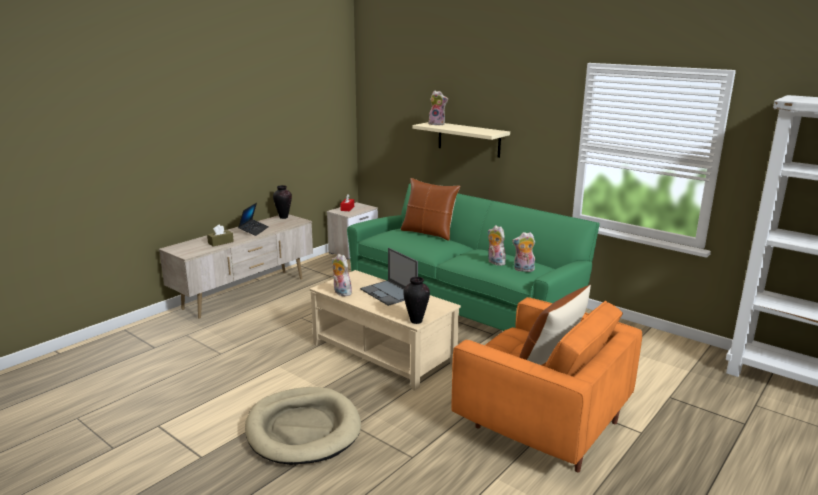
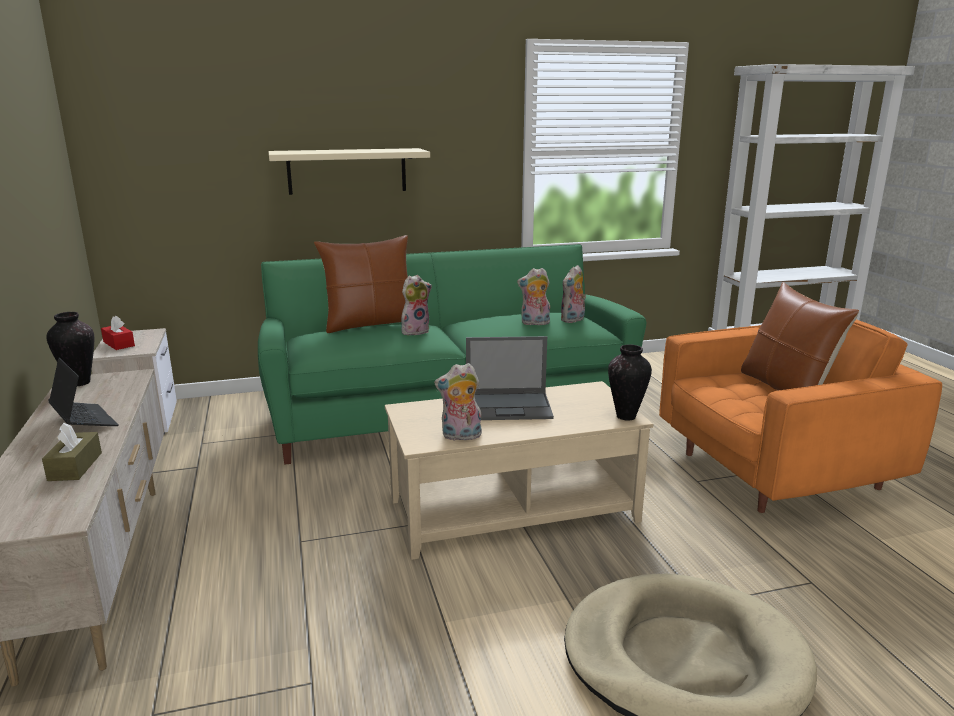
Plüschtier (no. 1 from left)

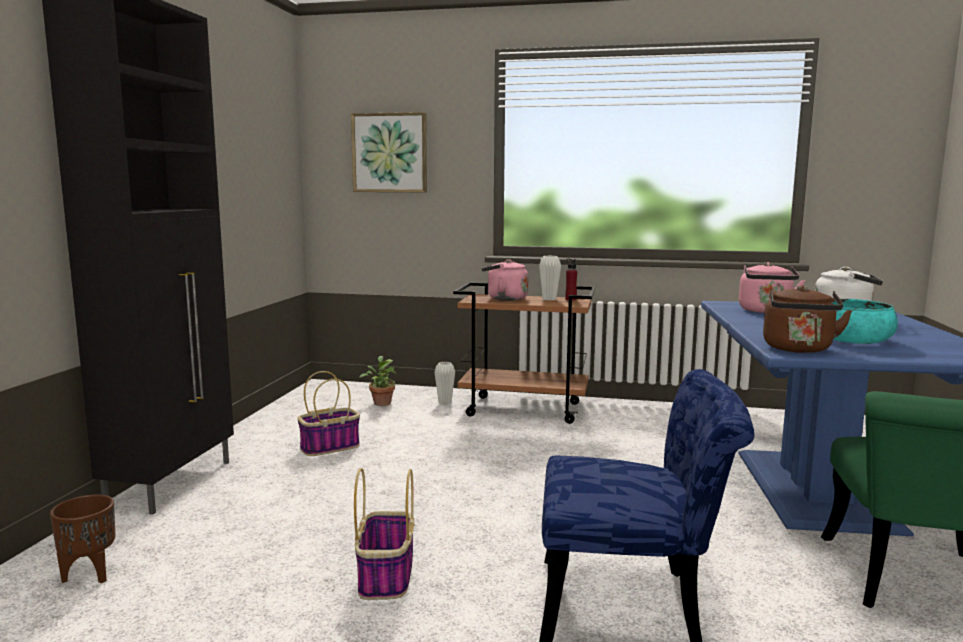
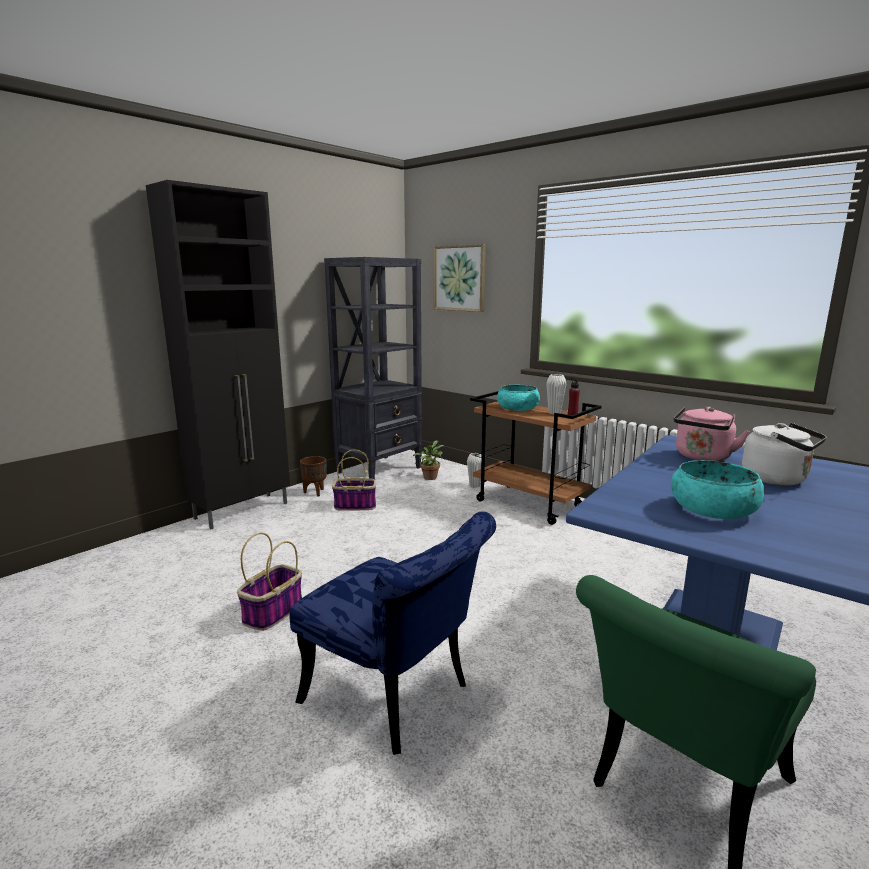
Pflanzkübel [braun]
Bücherregal [schwarz]
Schüssel [türkis] (no. 1 from left)
Wasserkessel [braun]

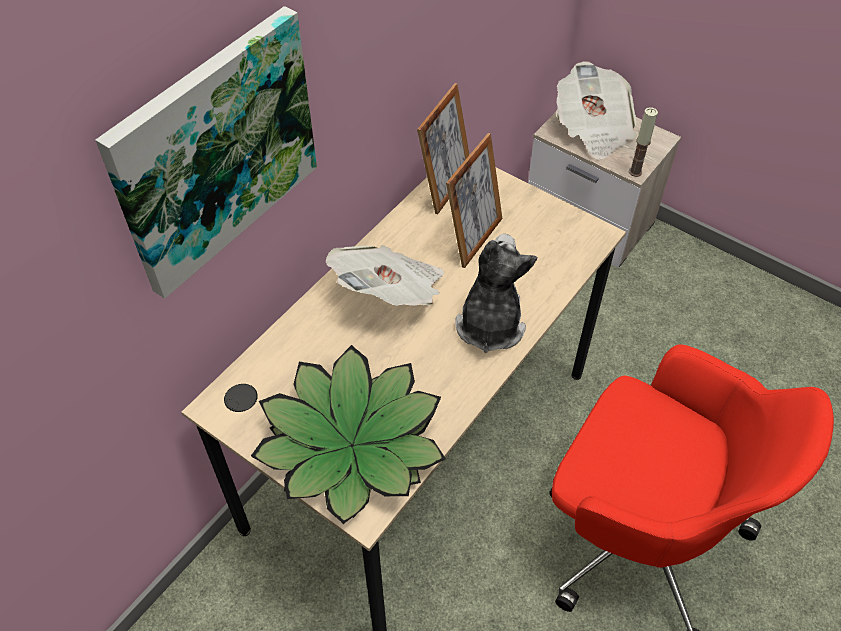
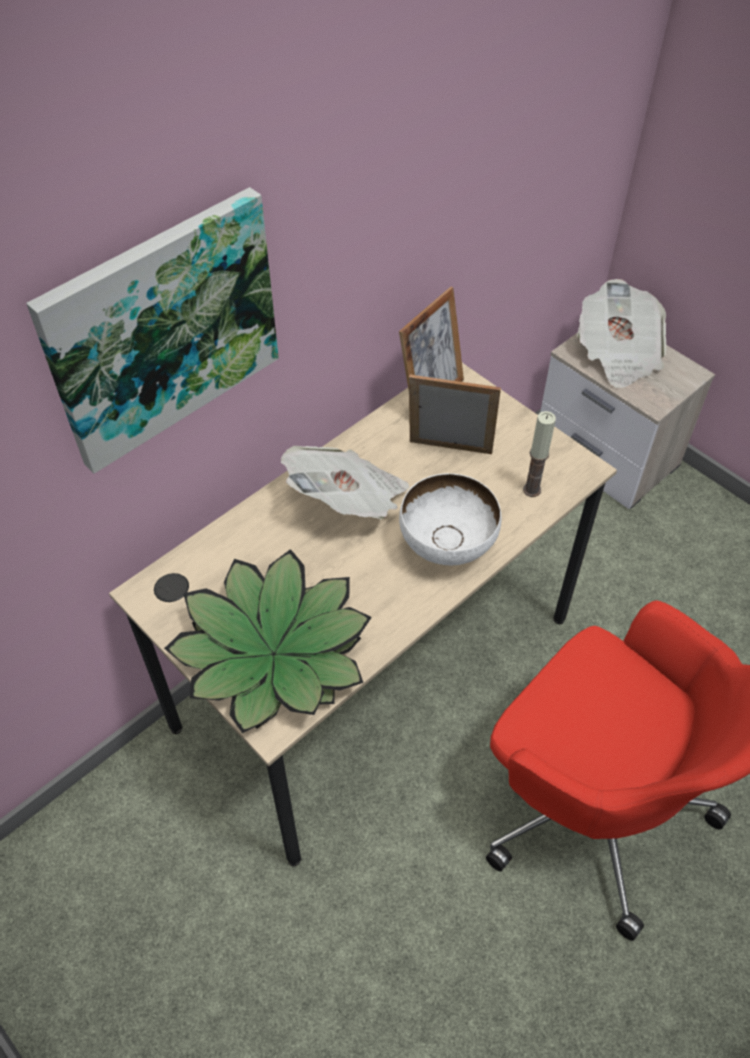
Schüssel [weiß]
Bilderrahmen (no. 2 from left)
Kerze

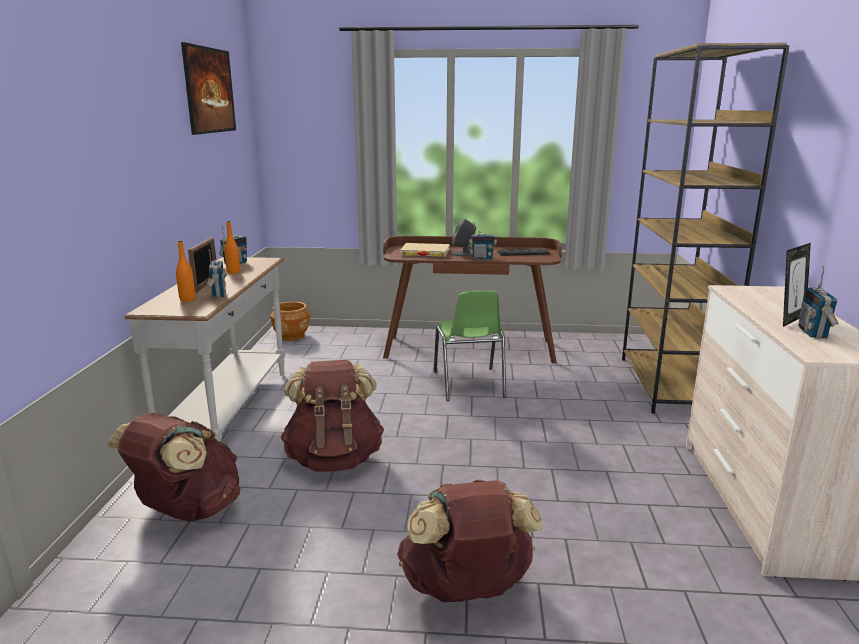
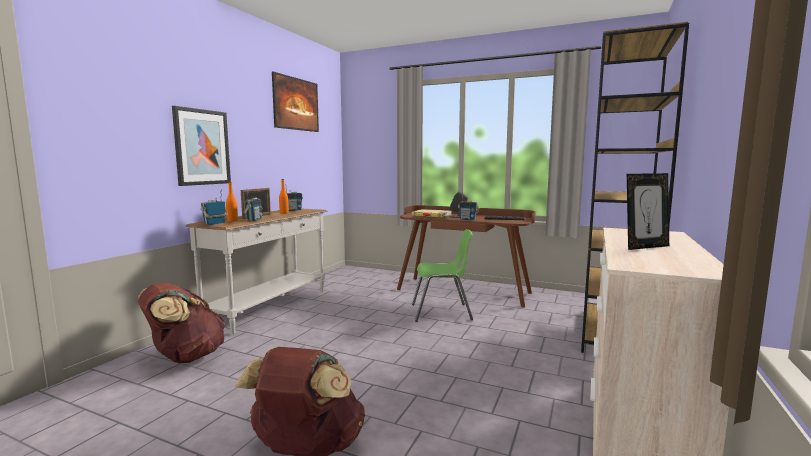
Bild (no. 1 from left)
Radio (no. 1 from left)
Stuhl [grün]
Pflanzkübel [braun]
Rucksack [braun] (no. 2 from left in the first image)

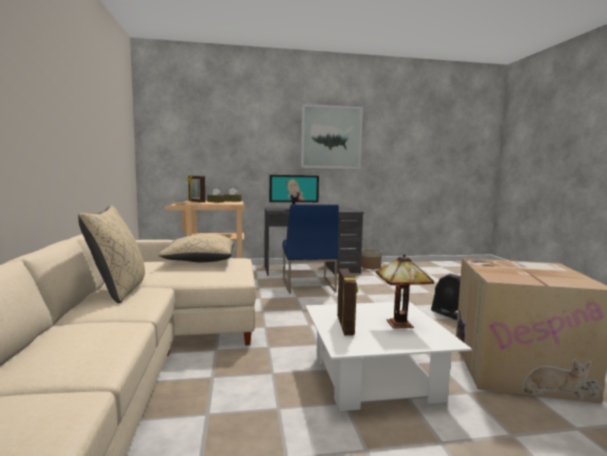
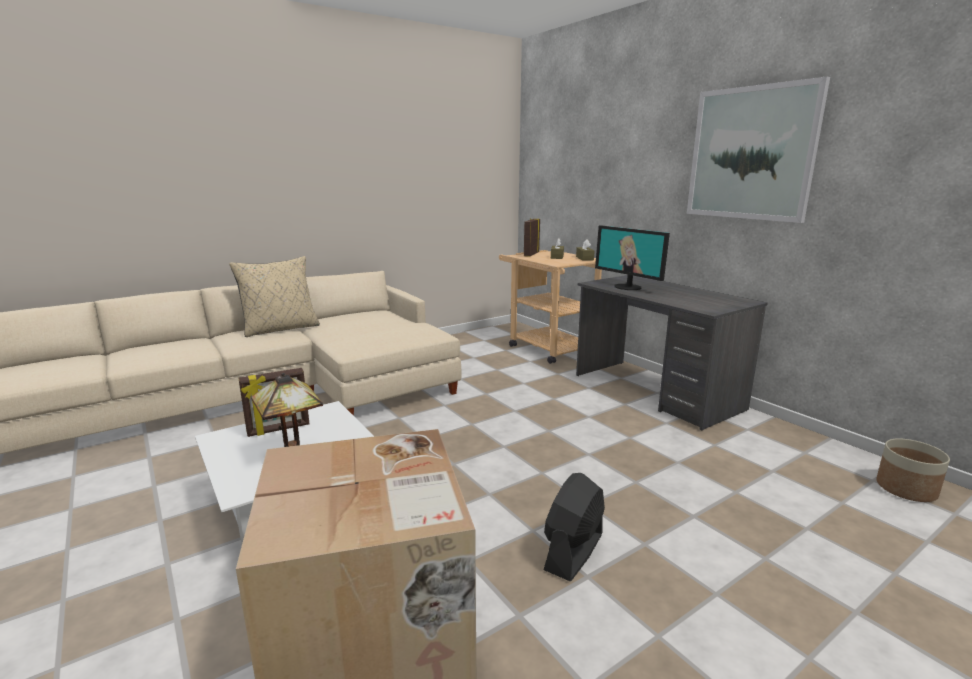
Pflanzkübel
Kissen [beige] (no. 2 from left in the first image)
Stuhl [blau]

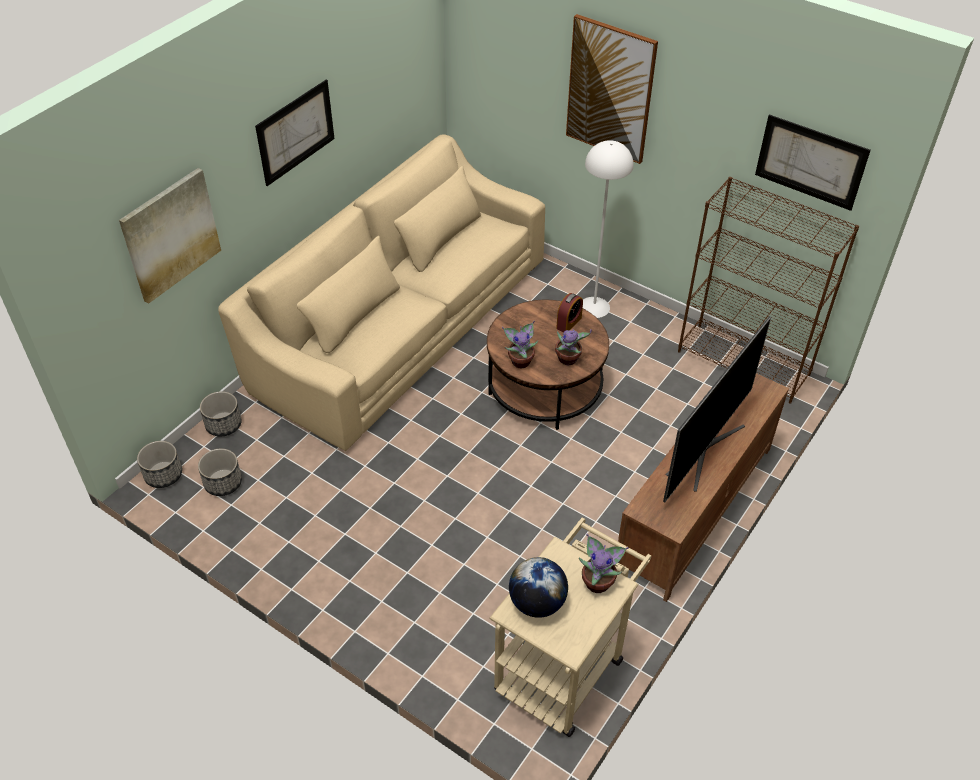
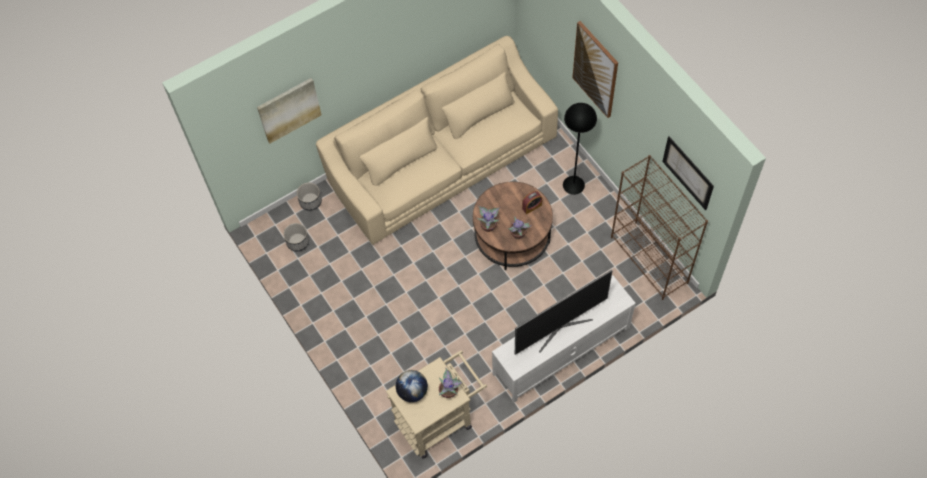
Fernsehschrank [weiß]
Stehlampe [schwarz]
Pflanzkübel (no. 1 from left in the first image)
Bild (no. 2 from left in the first image)

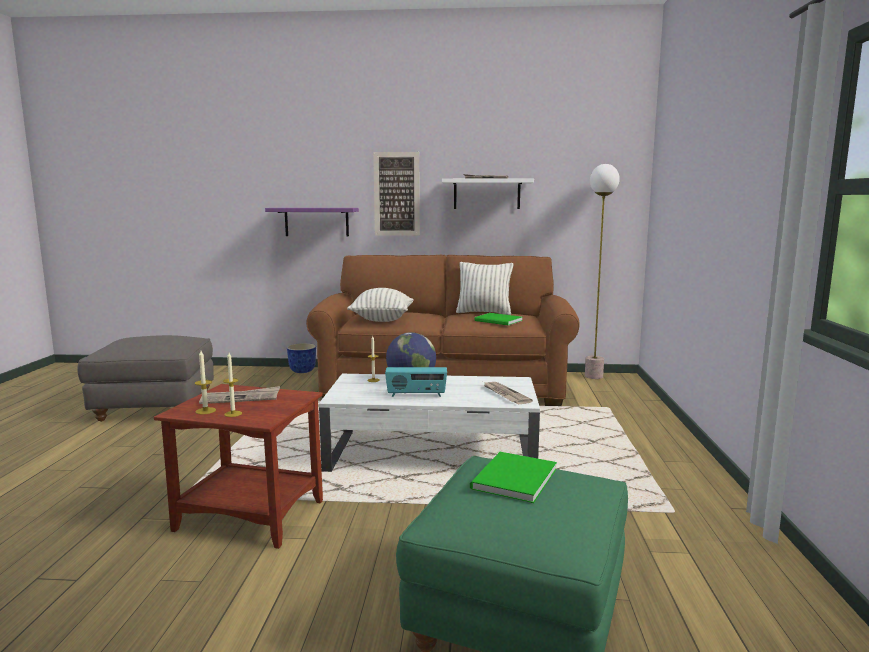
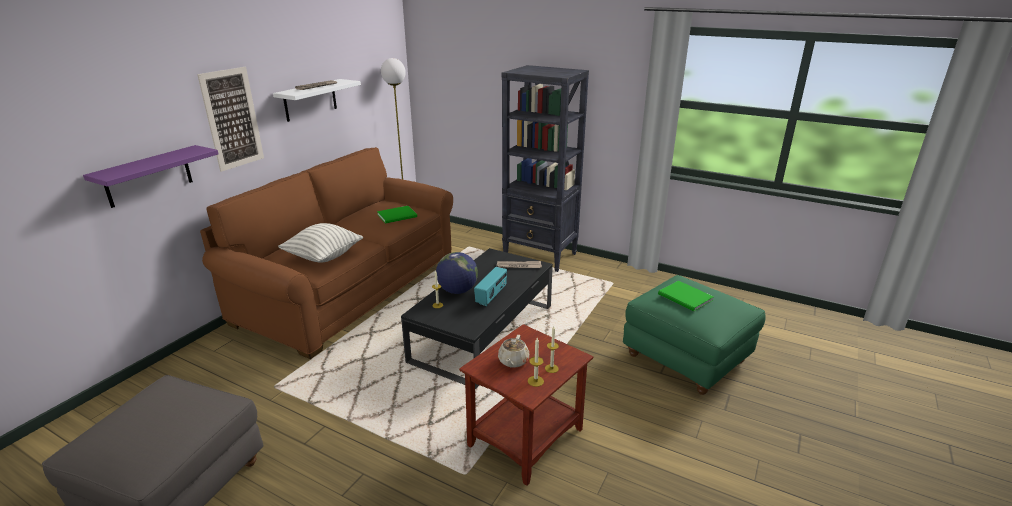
Couchtisch [schwarz]
Teekanne [beige]
Bücherregal [schwarz]
Pflanzkübel
Kissen (no. 2 from left in the first image)

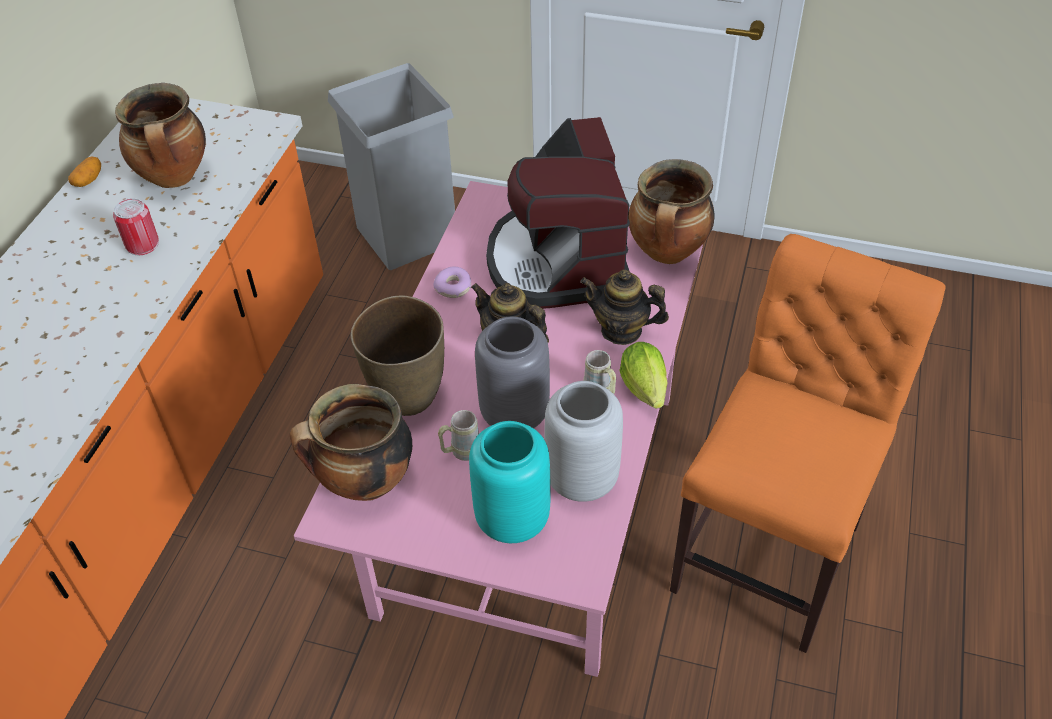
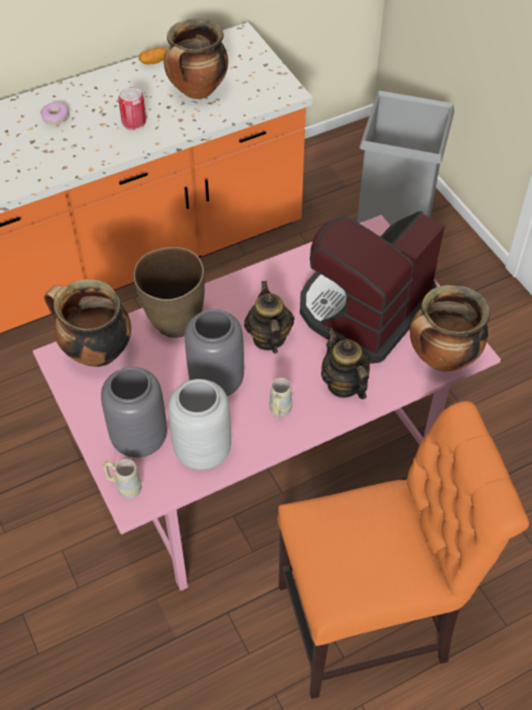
Donut
Vase [grau] (no. 1 from left)
Henkelbecher [beige] (no. 1 from left)
Salatkopf

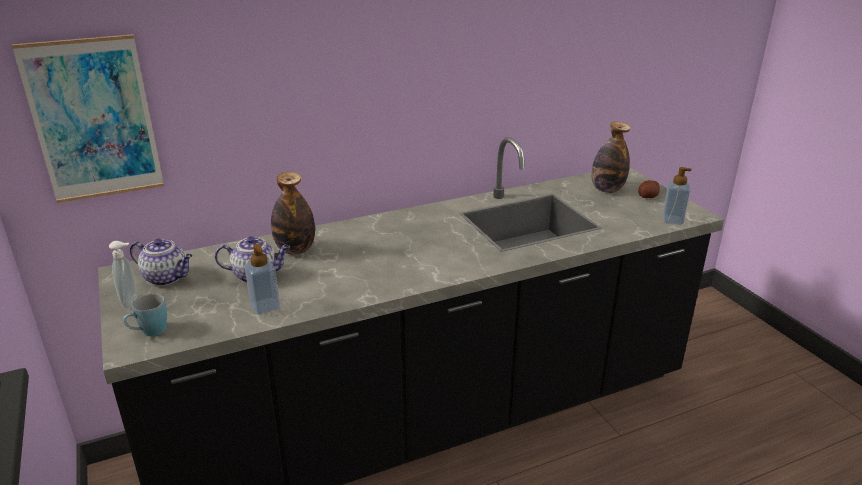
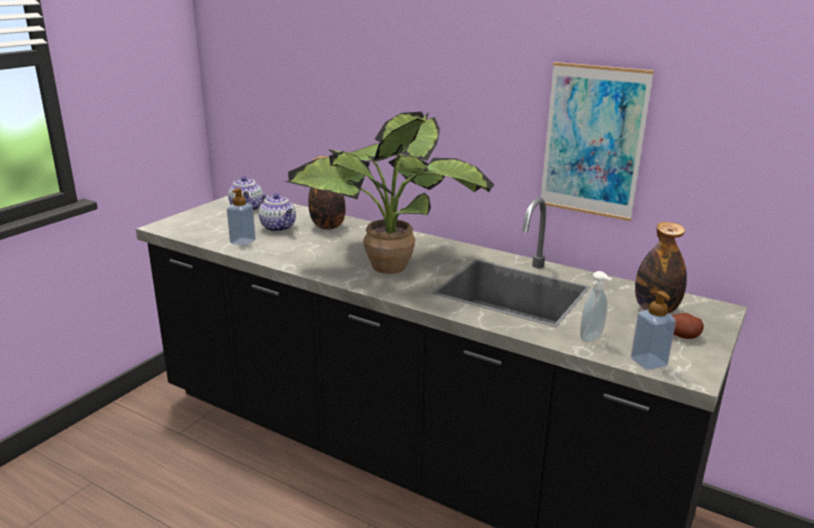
Topfpflanze
Bild
Seifenspender (no. 2 from left)
Henkelbecher [blau]

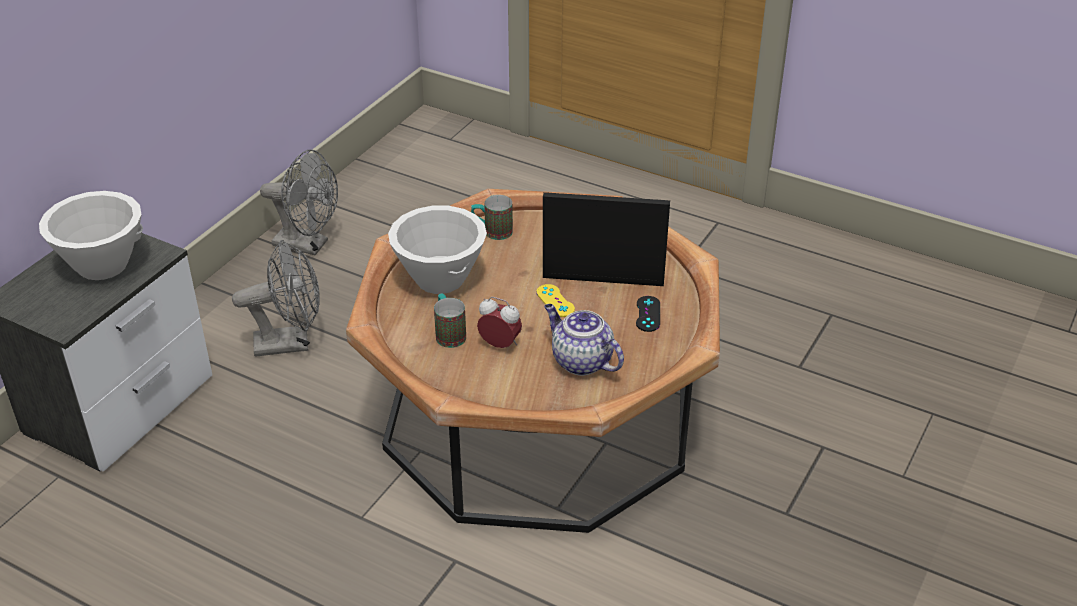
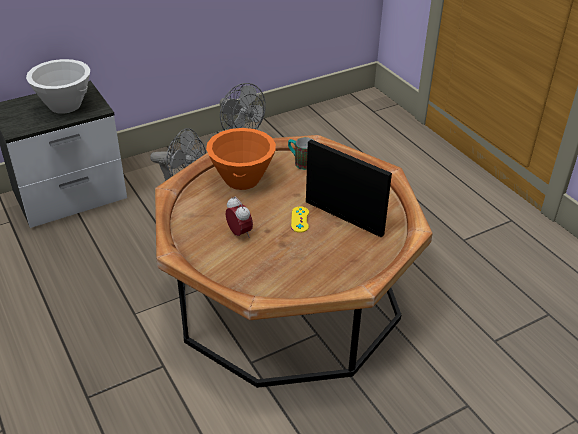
Schüssel [orange]
Henkelbecher (no. 1 from left in the first image)
Teekanne
Gamepad [schwarz]

